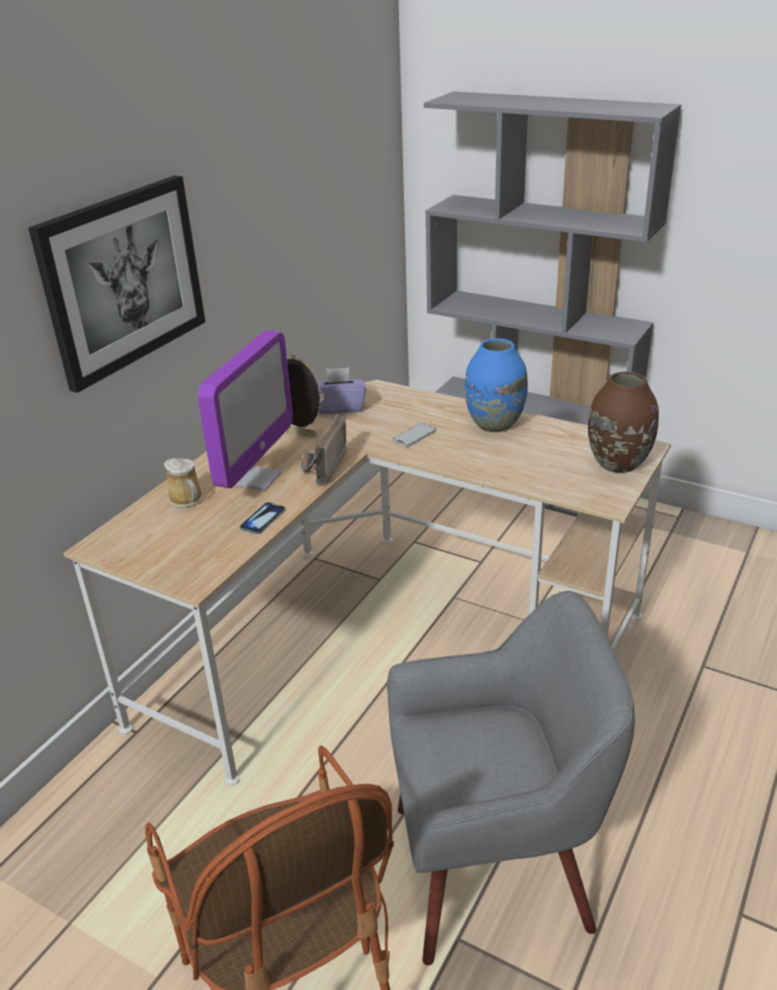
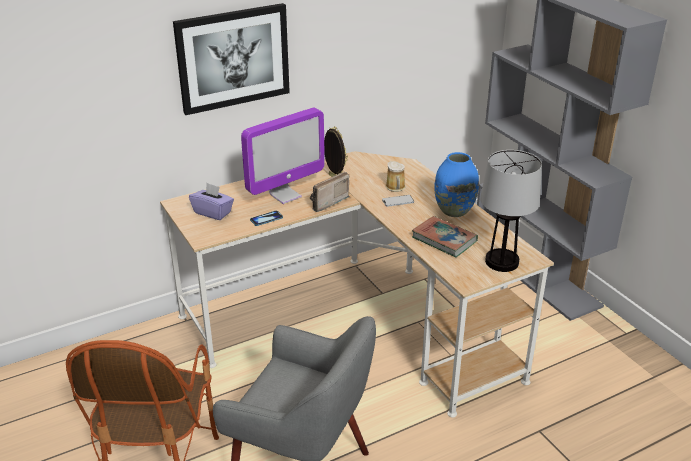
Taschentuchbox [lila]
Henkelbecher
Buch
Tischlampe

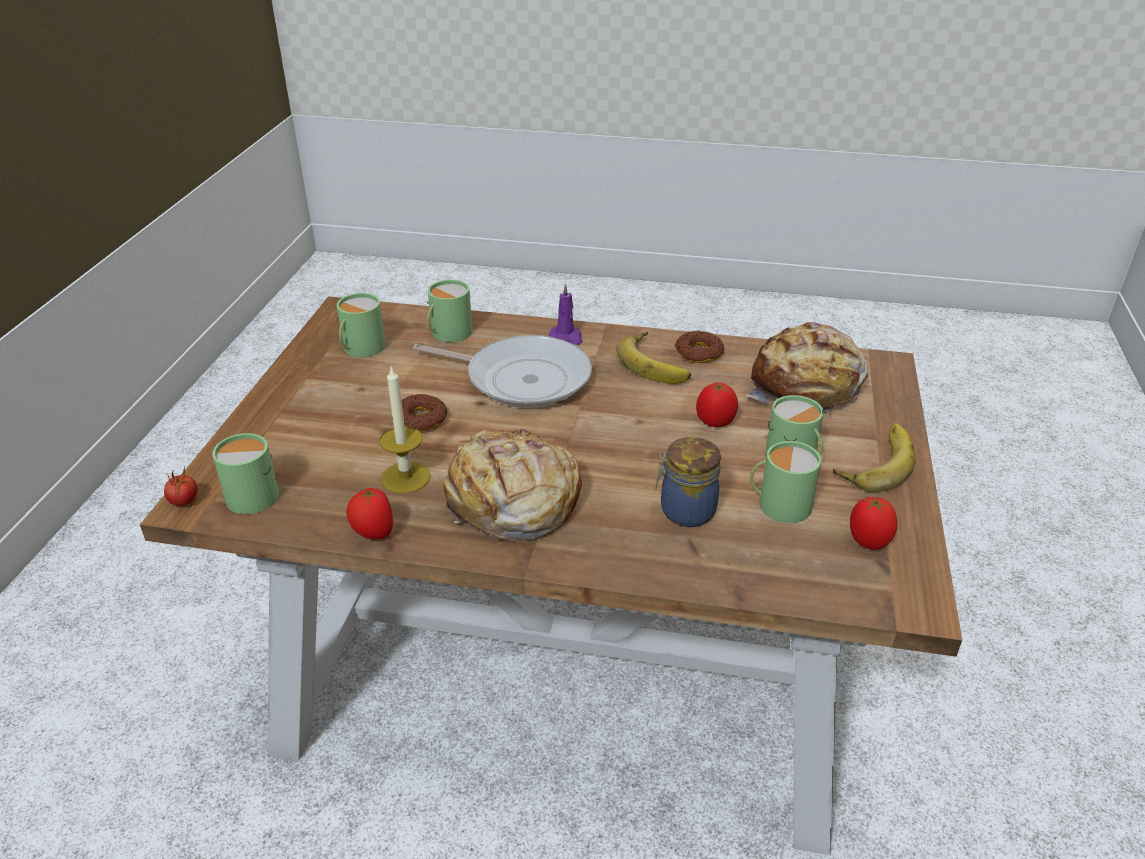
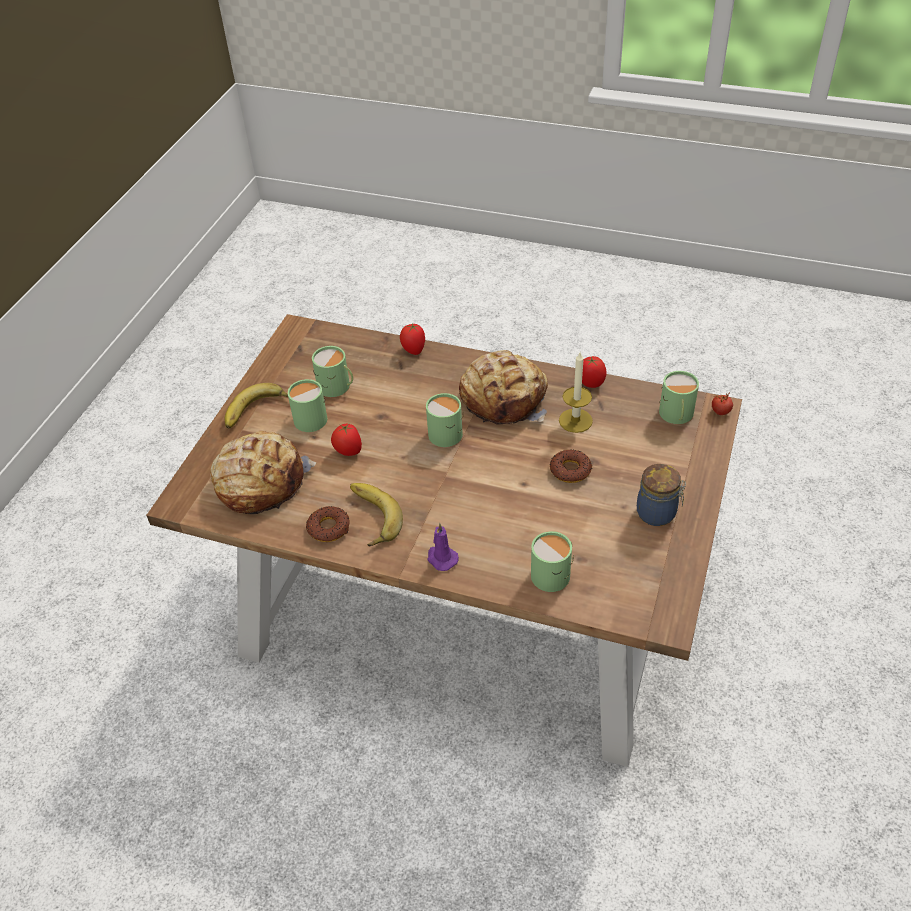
Tomate (no. 2 from left)
Henkelbecher [grün] (no. 3 from left)
Vorratsglas
Pfanne

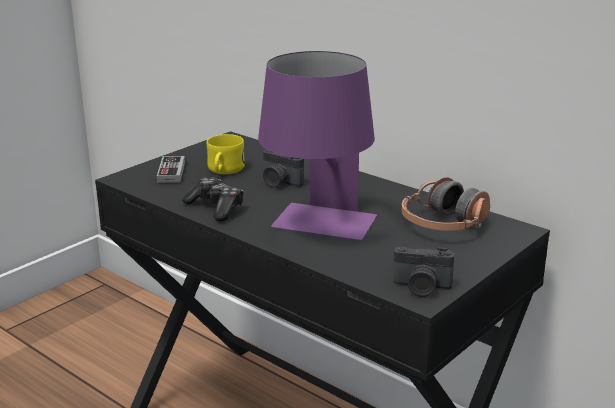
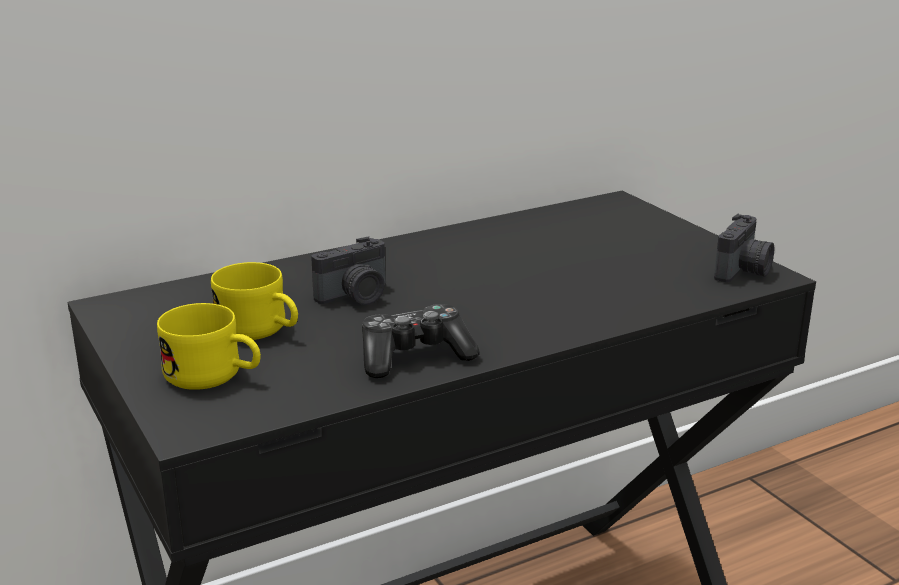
Henkelbecher [gelb] (no. 1 from left)
Tischlampe [lila]
Kopfhörer

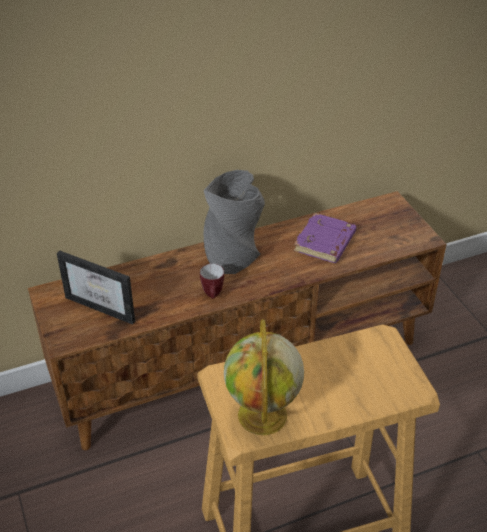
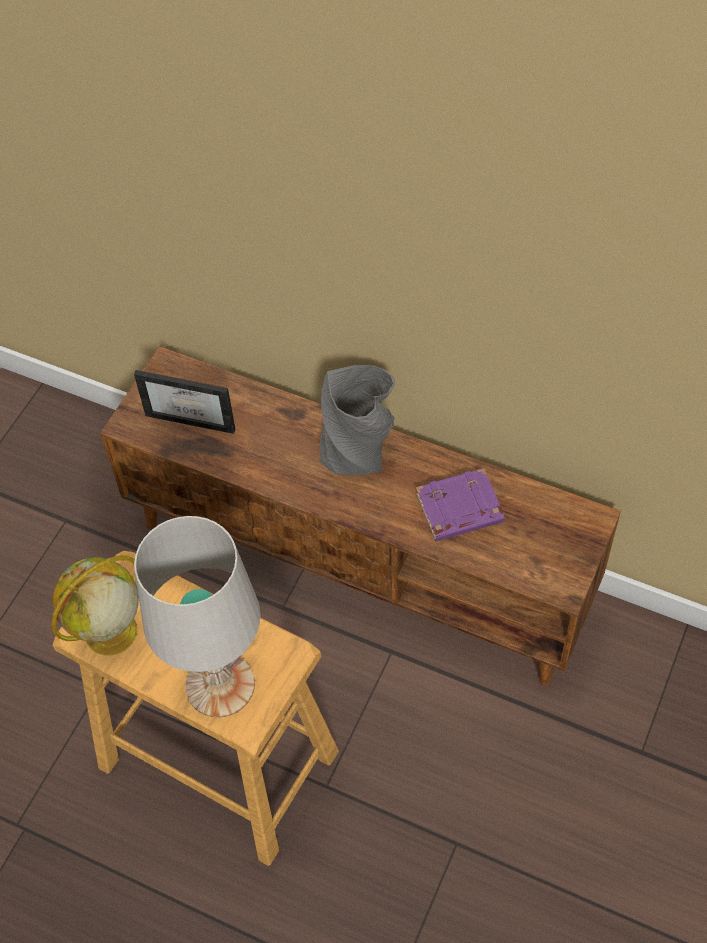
Bilderrahmen
Tischlampe [weiß]
Henkelbecher

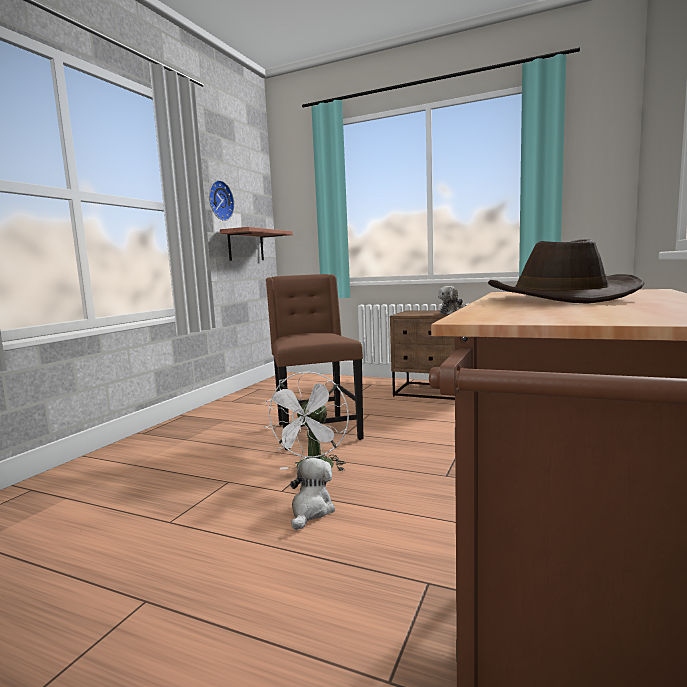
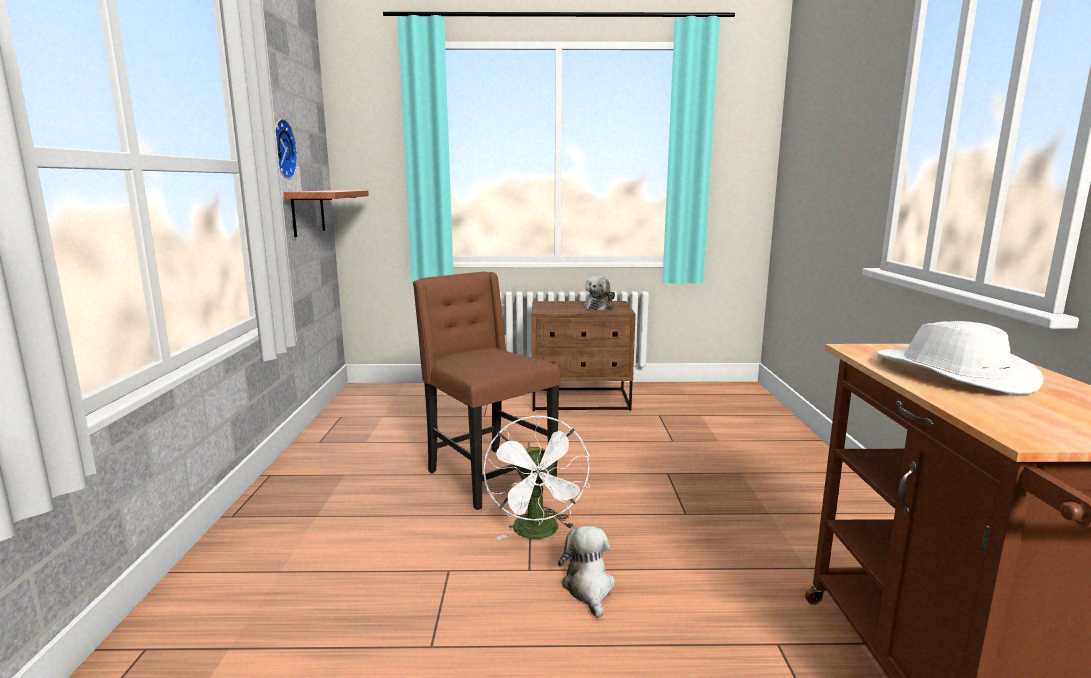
Hut [weiß]

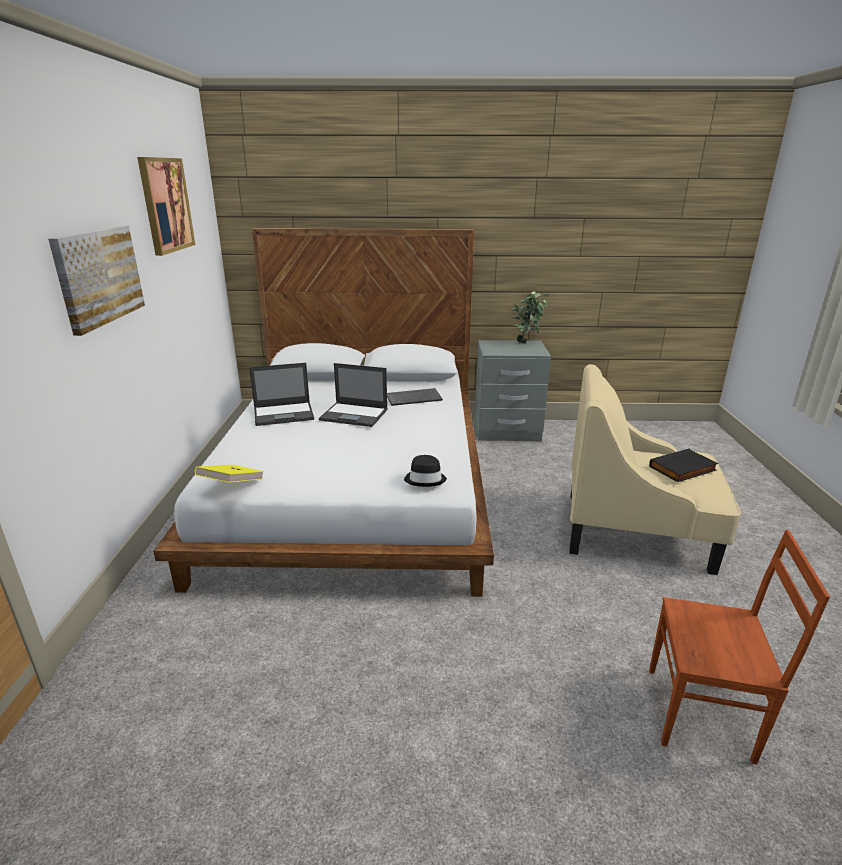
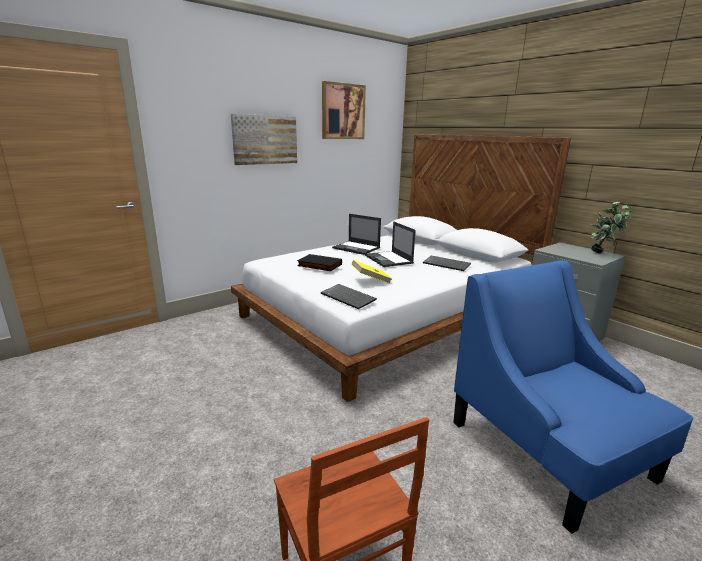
Buch [schwarz]
Tastatur (no. 1 from left)
Buch [gelb]
Sessel [blau]

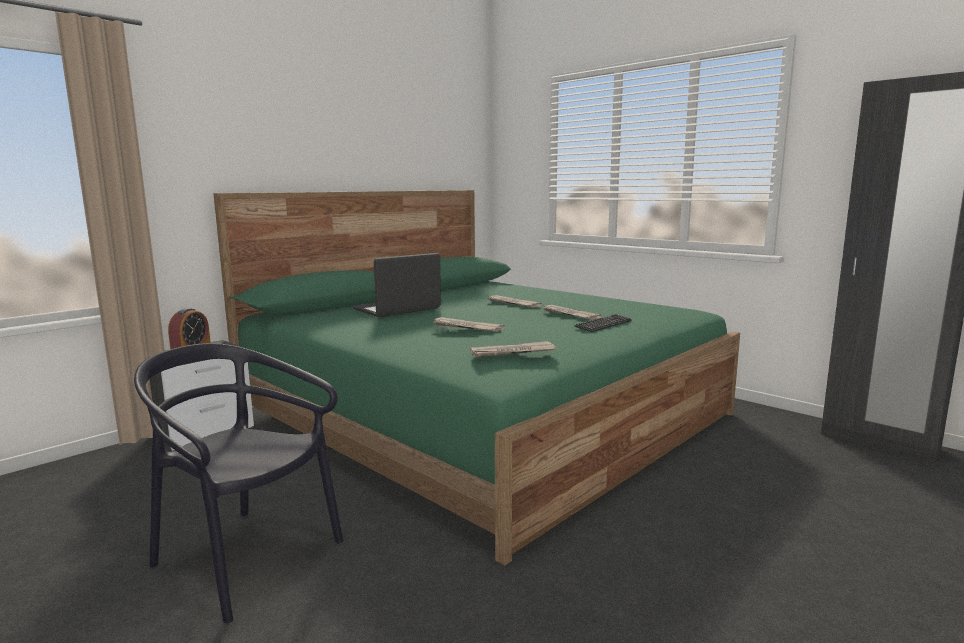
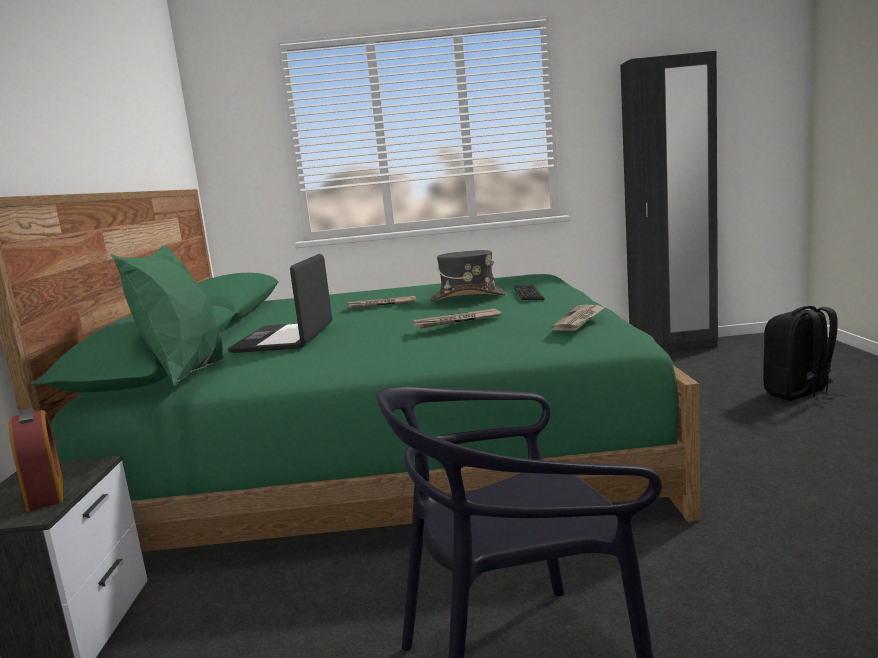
Kissen [grün]
Hut [grau]
Rucksack [schwarz]

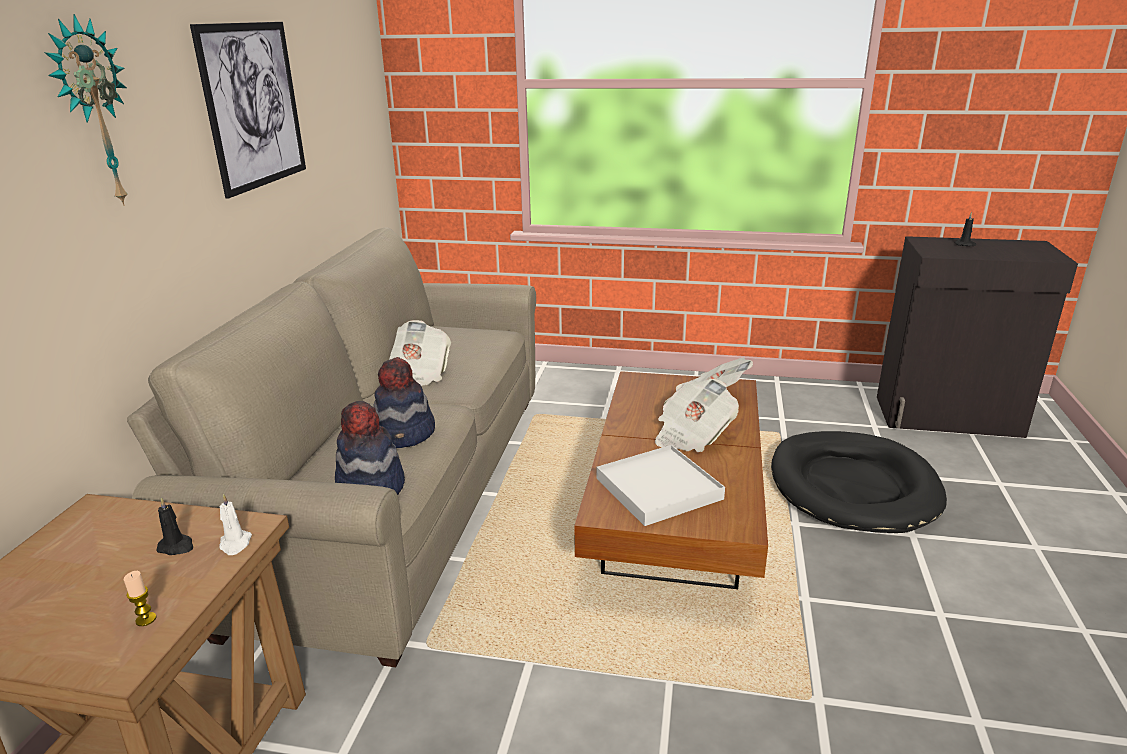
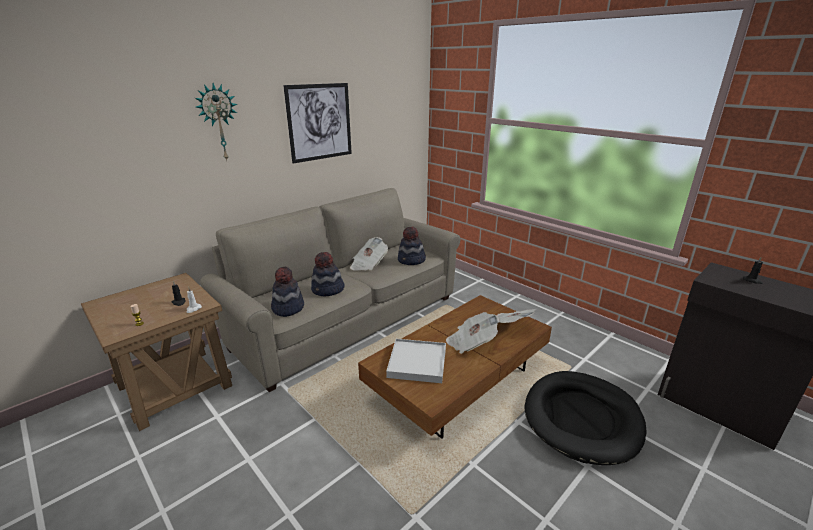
Hut (no. 3 from left)

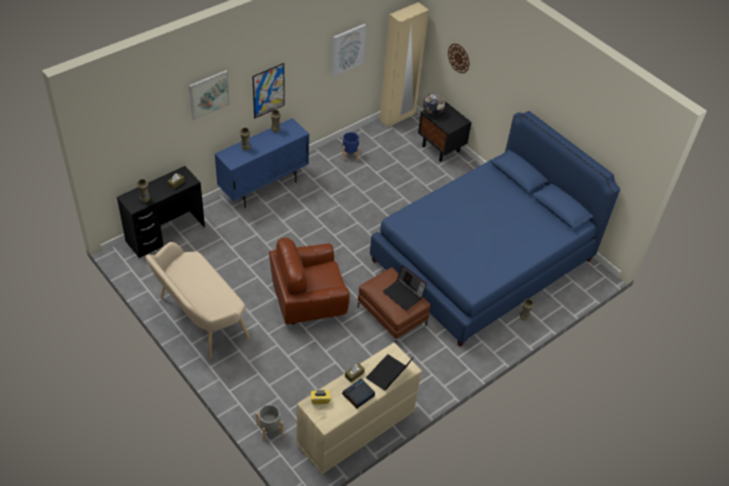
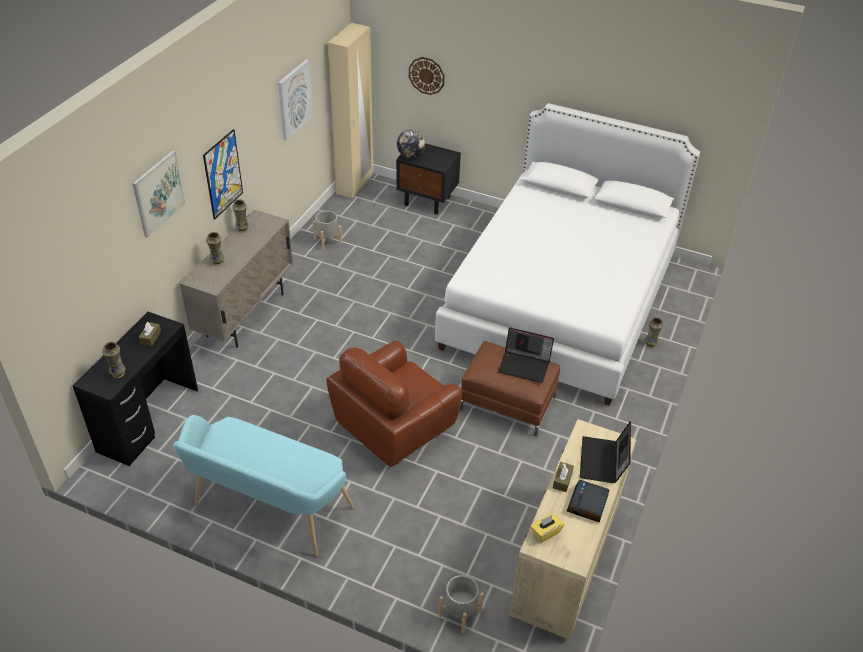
Bank [türkis]
Schrank [beige]
Pflanzkübel [grau] (no. 1 from left)
Bett [weiß]

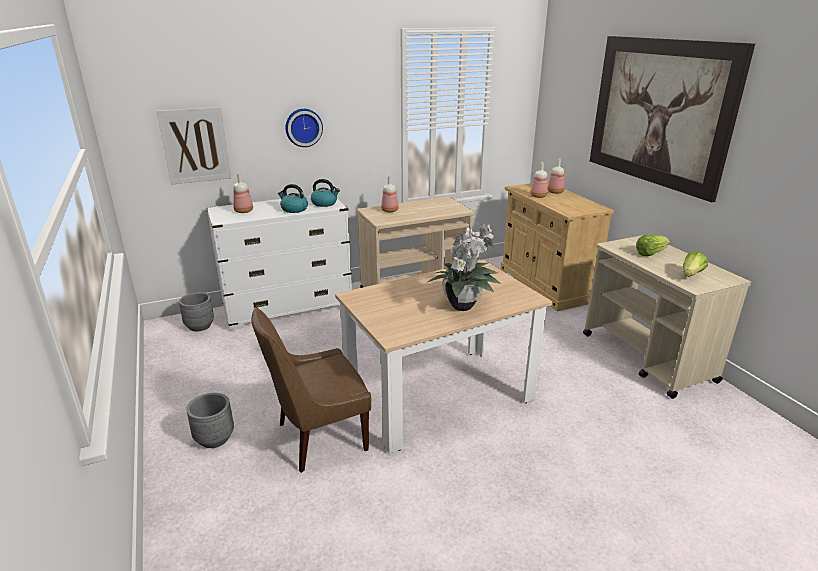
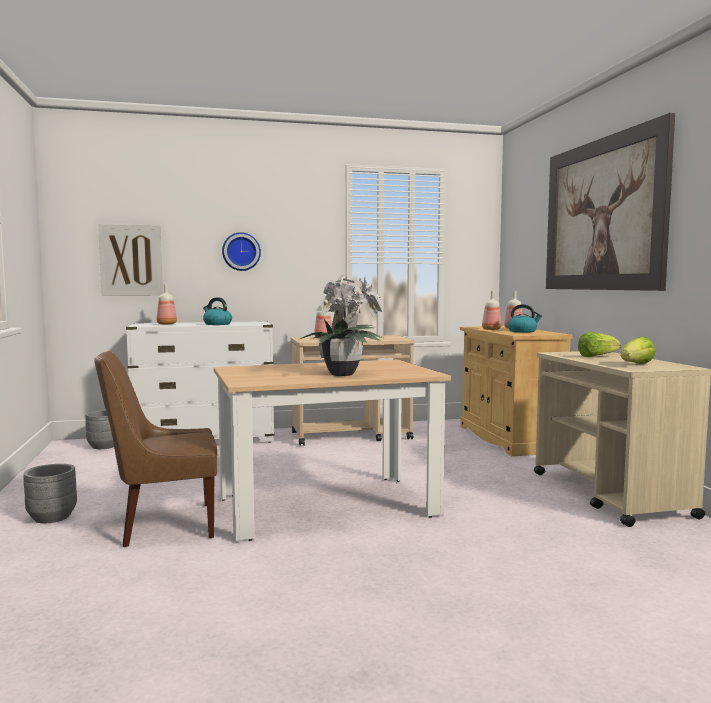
Wasserkessel (no. 2 from left)

